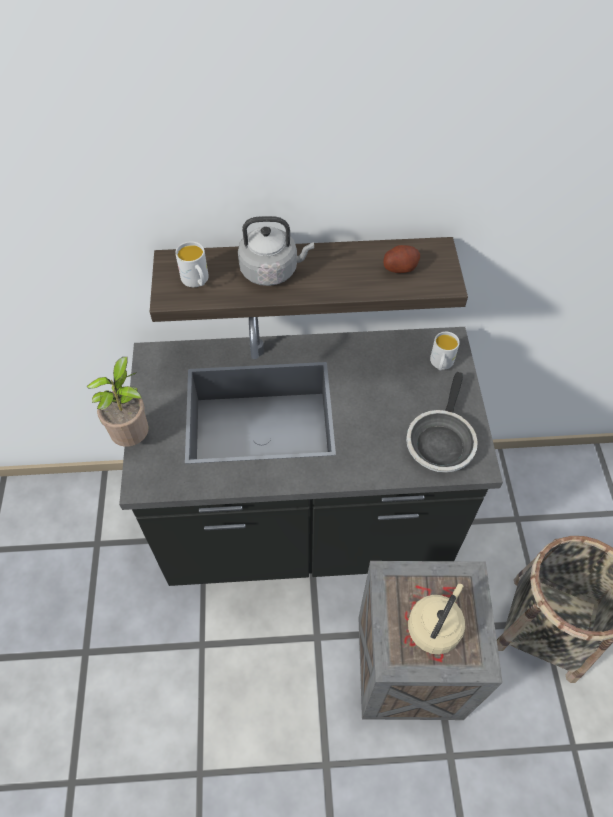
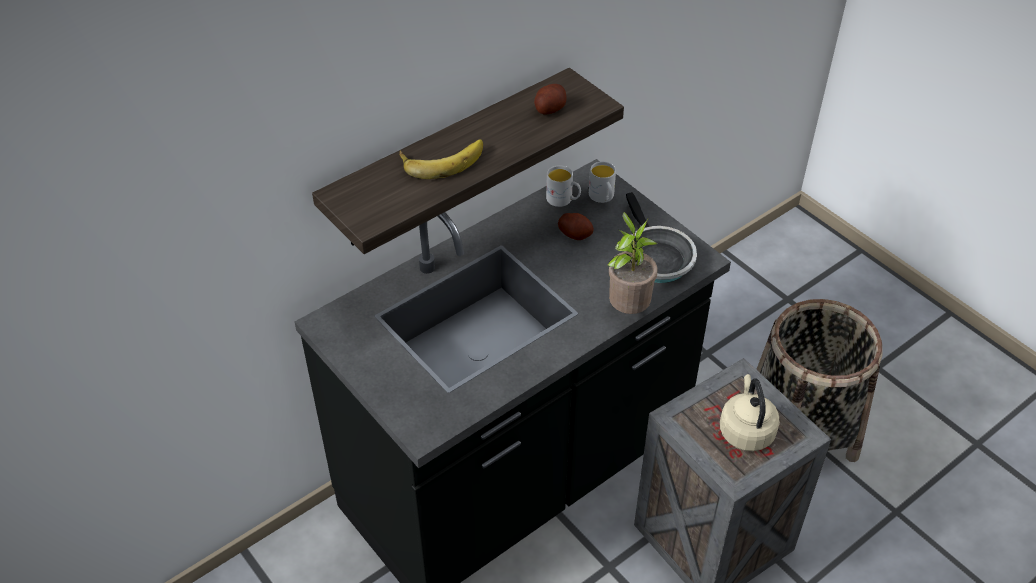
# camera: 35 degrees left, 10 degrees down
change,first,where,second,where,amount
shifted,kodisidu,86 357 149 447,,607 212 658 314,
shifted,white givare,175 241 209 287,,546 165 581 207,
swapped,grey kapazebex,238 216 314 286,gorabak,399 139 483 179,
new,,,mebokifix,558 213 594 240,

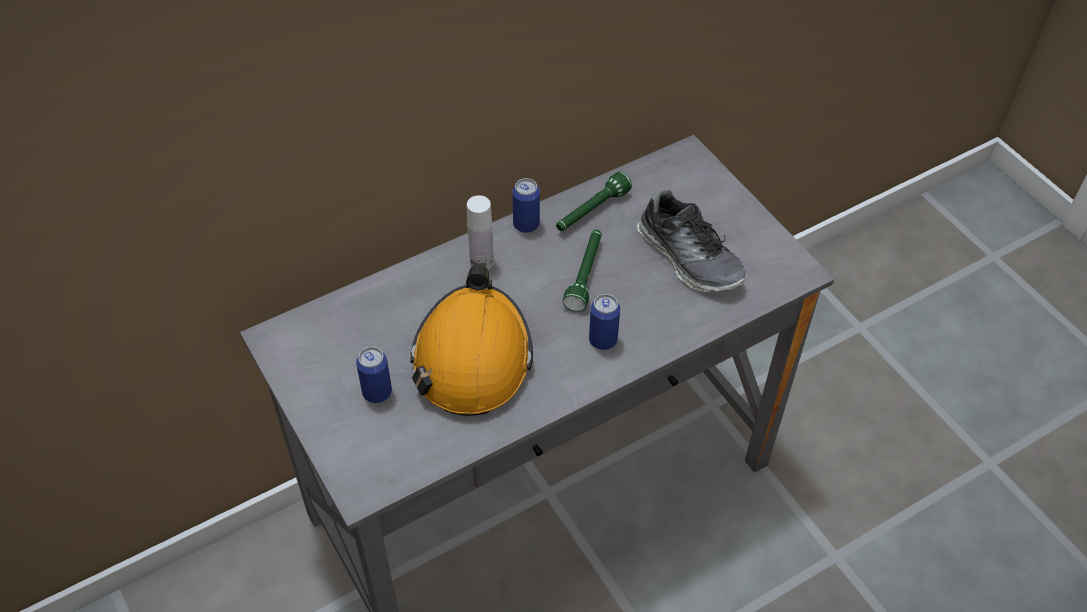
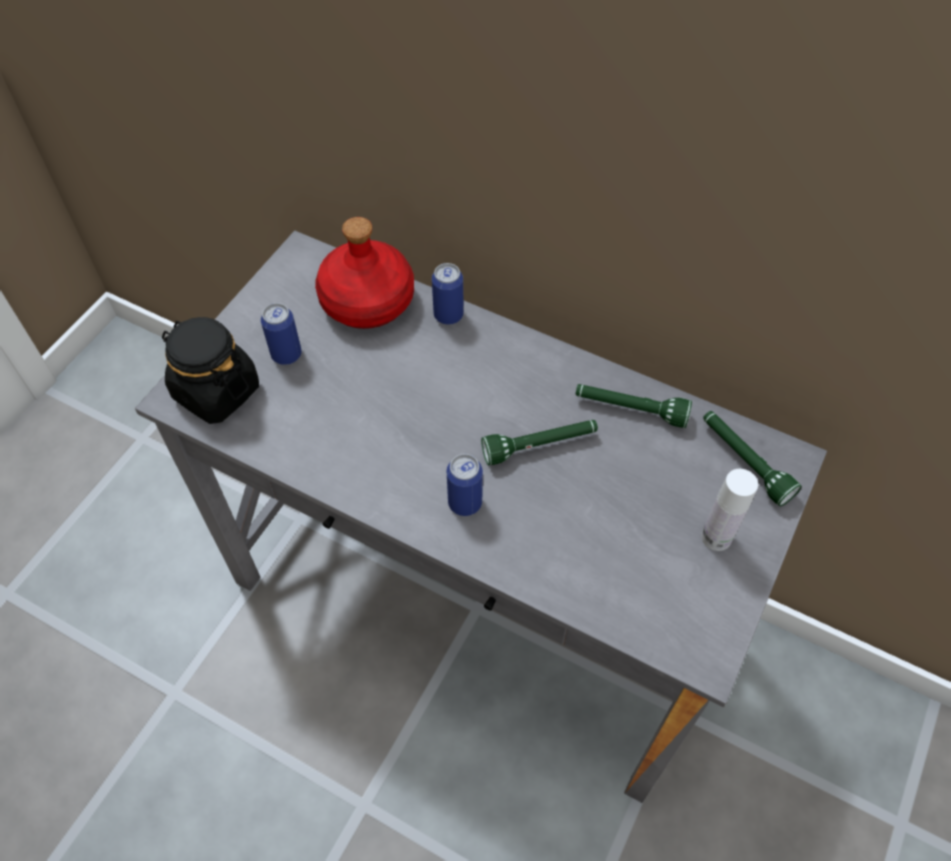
# camera: 60 degrees right, 5 degrees up
change,first,where,second,where,amount
gone,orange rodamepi,410 264 533 416,,,
shifted,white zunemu,467 195 494 270,,701 469 758 551,
shifted,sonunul,512 178 540 233,,432 263 464 325,
gone,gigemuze,637 189 747 292,,,
new,,,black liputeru,162 317 259 424,
new,,,red zunemu,315 217 414 329,
new,,,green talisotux,703 411 802 506,

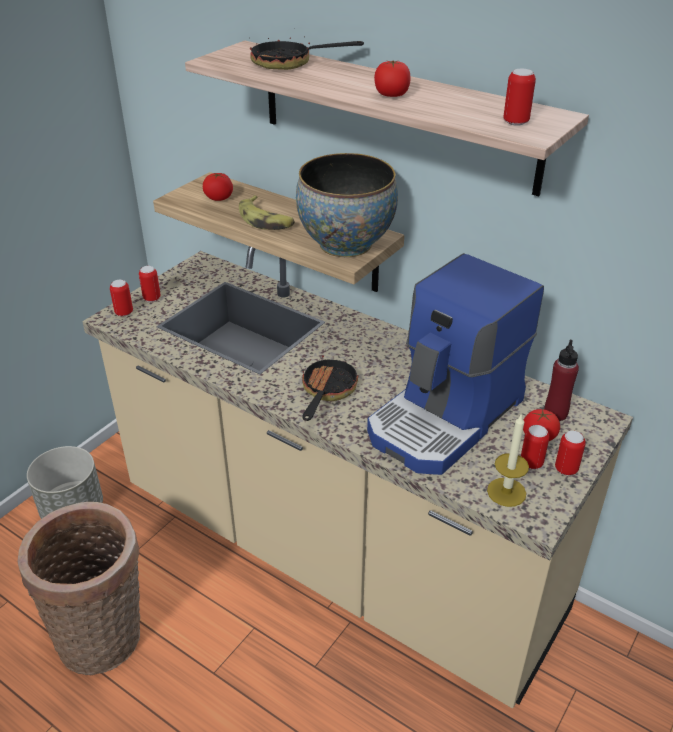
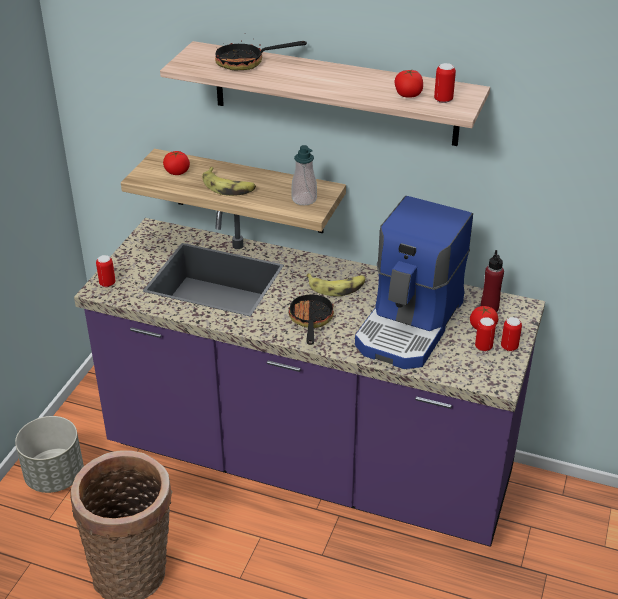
# camera: 15 degrees left, 0 degrees up
change,first,where,second,where,amount
repainted,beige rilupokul,82 246 633 708,purple rilupokul,74 211 545 547,
gone,sonunul,139 266 161 302,,,
swapped,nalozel,296 153 398 257,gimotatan,291 145 317 205,
shifted,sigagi,374 61 411 97,,394 69 423 98,
gone,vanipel,487 413 529 507,,,
new,,,gorabak,307 273 366 296,

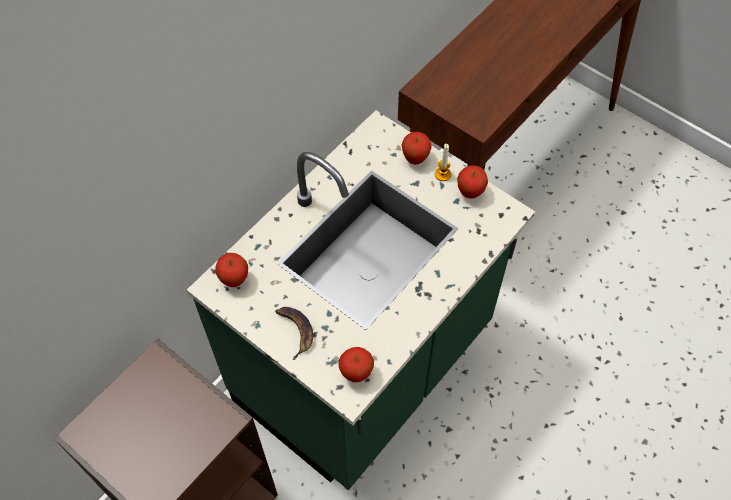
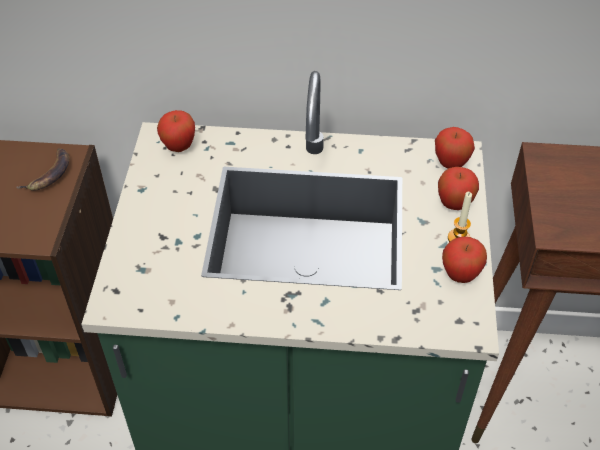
# camera: 55 degrees right, 10 degrees down
change,first,where,second,where,amount
shifted,gorabak,275 307 313 360,,16 148 69 191,
shifted,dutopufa,338 347 374 382,,435 127 475 168,

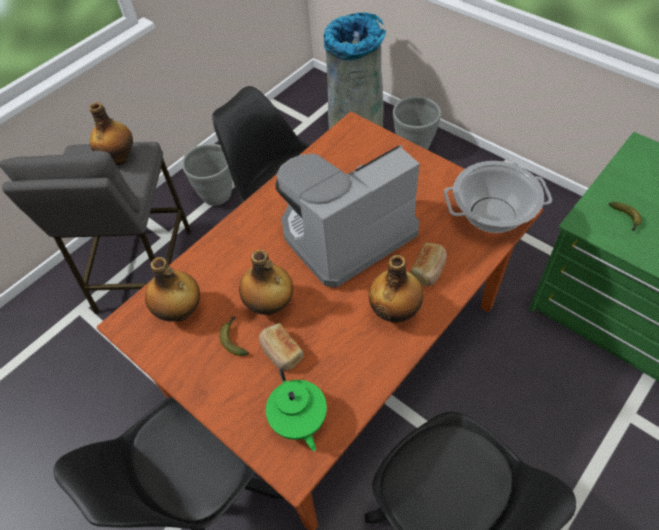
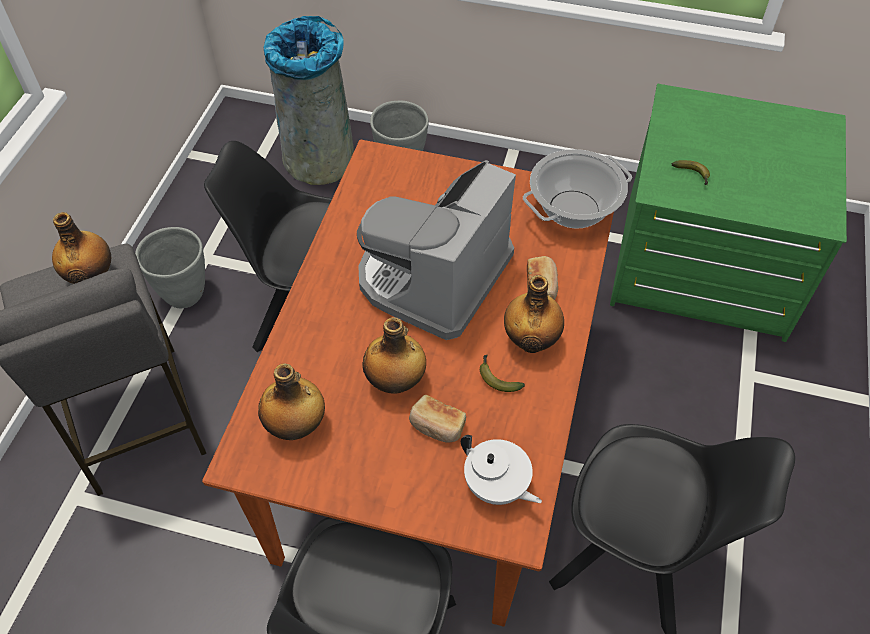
# camera: 30 degrees left, 0 degrees up
change,first,where,second,where,amount
shifted,gorabak,219 317 248 356,,480 355 525 392,
repainted,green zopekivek,266 368 327 451,white zopekivek,461 435 542 505,

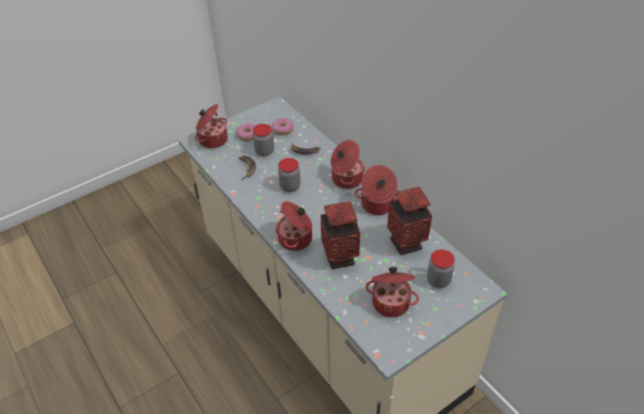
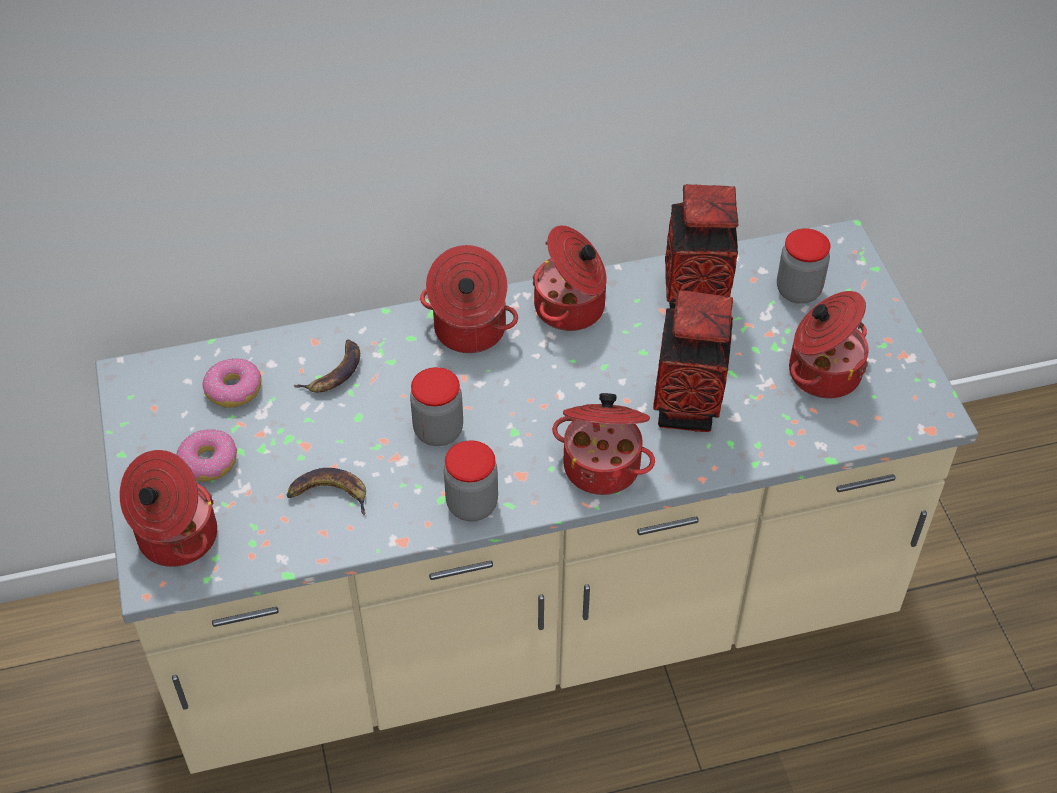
# camera: 70 degrees left, 5 degrees up
change,first,where,second,where,amount
shifted,liputeru,253 124 274 156,,444 440 498 522,

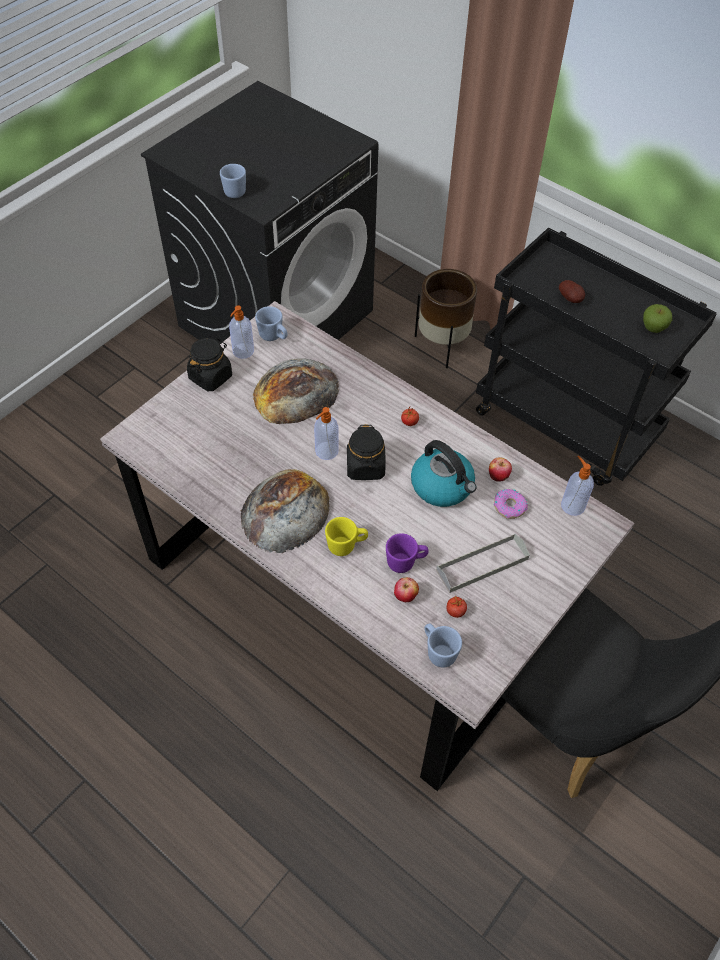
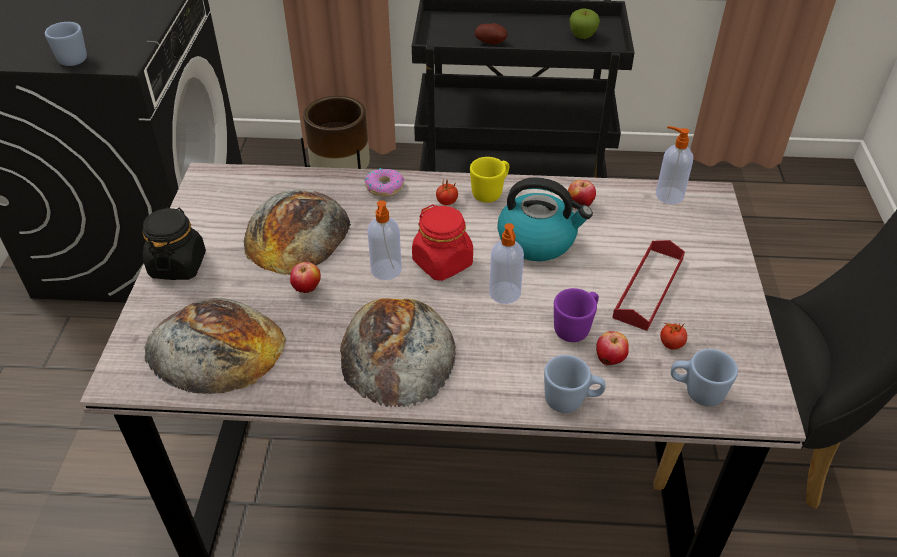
# camera: 35 degrees left, 10 degrees down
change,first,where,second,where,amount
shifted,gimotatan,229 305 254 359,,489 223 524 304,
shifted,blue givare,255 306 287 341,,544 355 606 413,
shifted,yellow givare,325 517 368 556,,470 157 509 203,
repainted,black liputeru,347 424 386 480,red liputeru,412 204 473 281,
repainted,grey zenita,436 534 530 593,red zenita,612 240 685 331,
shifted,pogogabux,494 489 528 519,,365 168 404 197,
new,,,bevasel,144 298 286 394,
new,,,dutopufa,290 262 321 293,

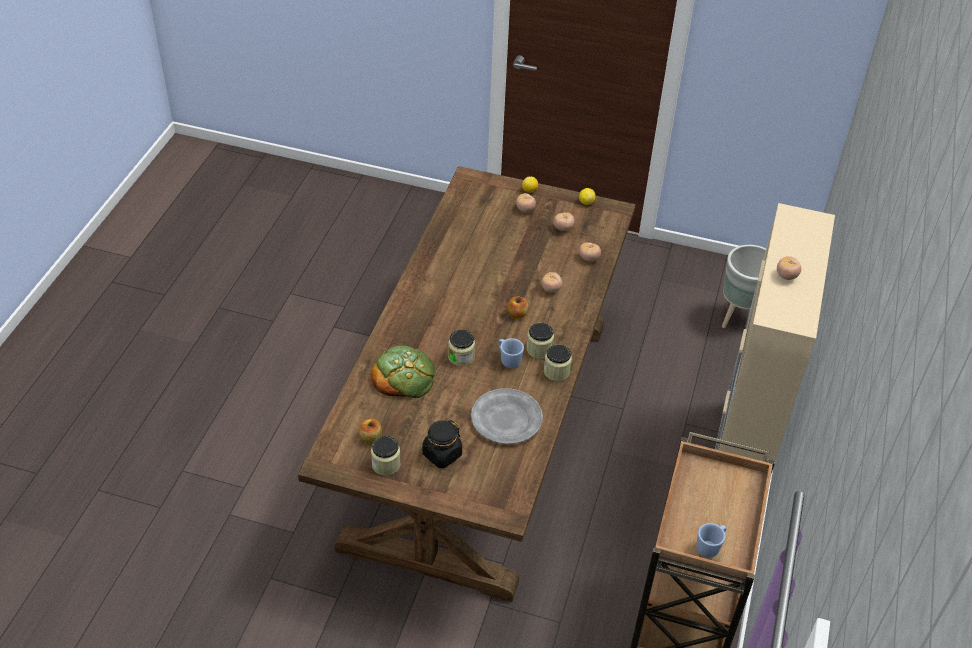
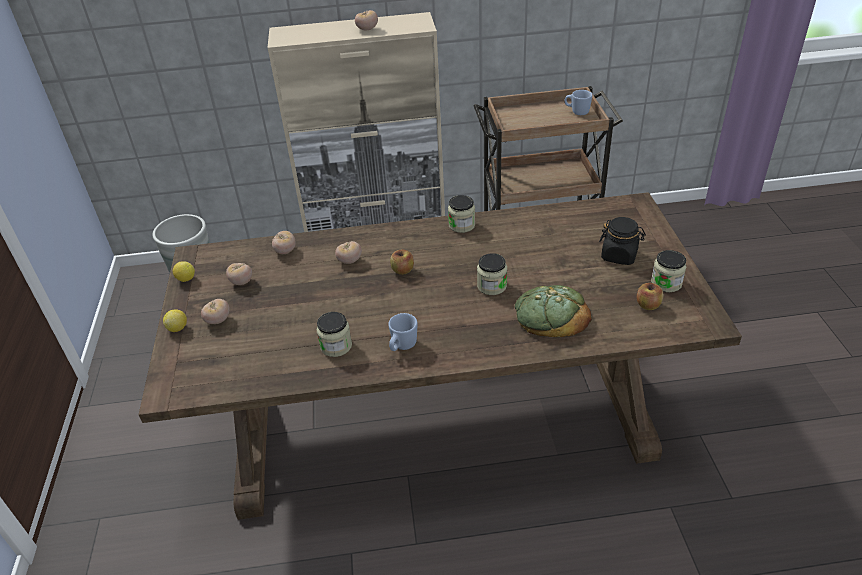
# camera: 110 degrees left, 5 degrees down
change,first,where,second,where,amount
gone,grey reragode,471 388 543 444,,,
shifted,blue givare,498 338 524 368,,388 313 418 351,
shifted,liputeru,527 323 554 359,,316 312 352 357,

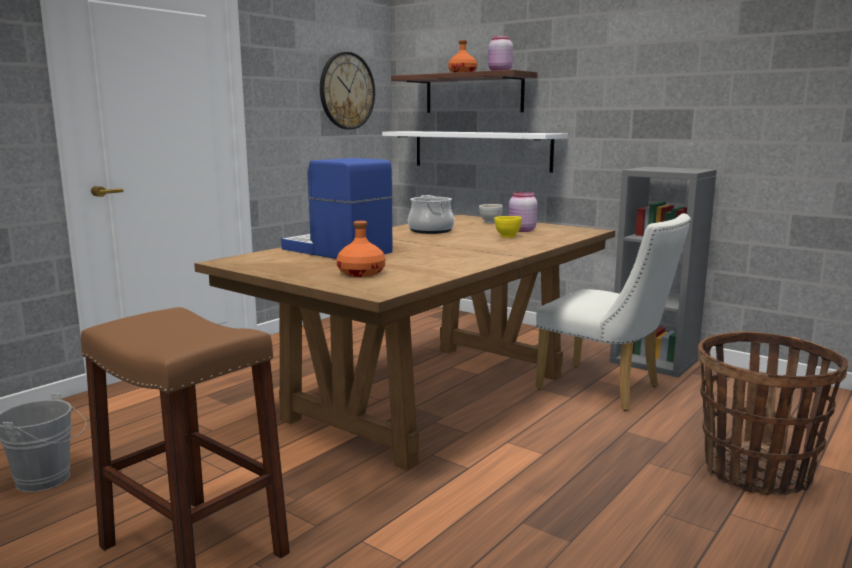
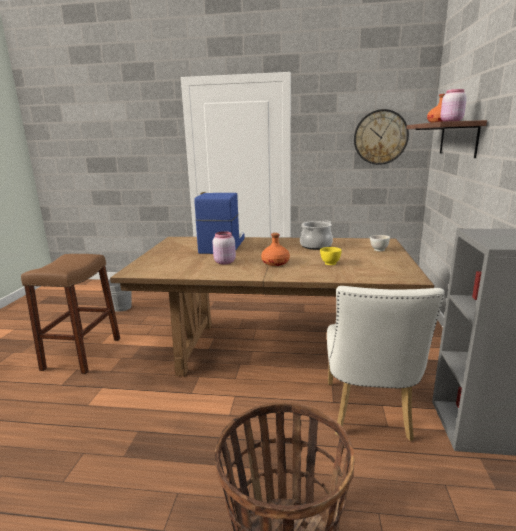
# camera: 60 degrees right, 5 degrees up
change,first,where,second,where,amount
shifted,orange zunemu,337 221 385 277,,261 233 290 266,
gone,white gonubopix,382 131 568 173,,,
shifted,pink liputeru,509 192 537 232,,213 231 236 264,

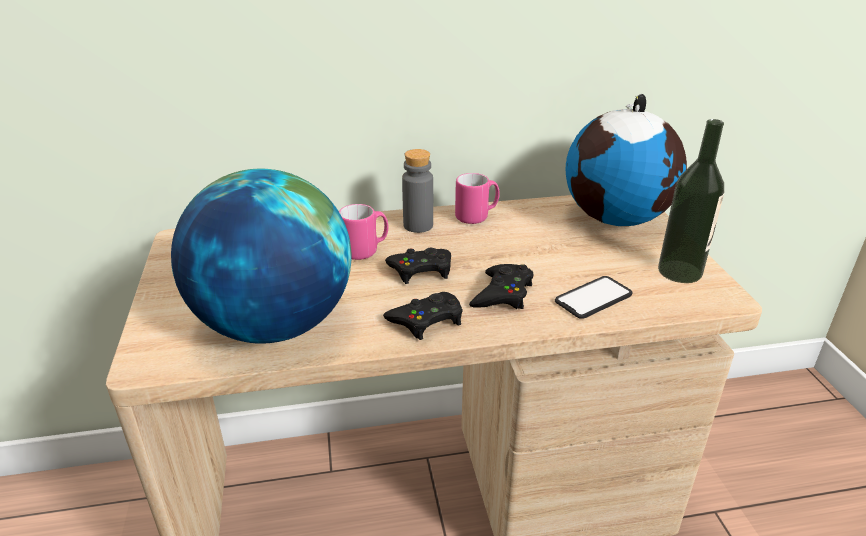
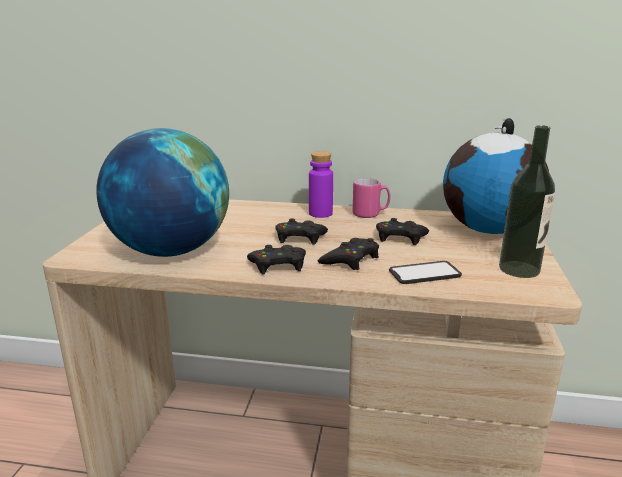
# camera: 20 degrees right, 10 degrees down
change,first,where,second,where,amount
gone,pink givare,339 204 389 260,,,
repainted,grey zunemu,402 149 433 233,purple zunemu,309 151 333 218,
new,,,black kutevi,376 218 429 245,

